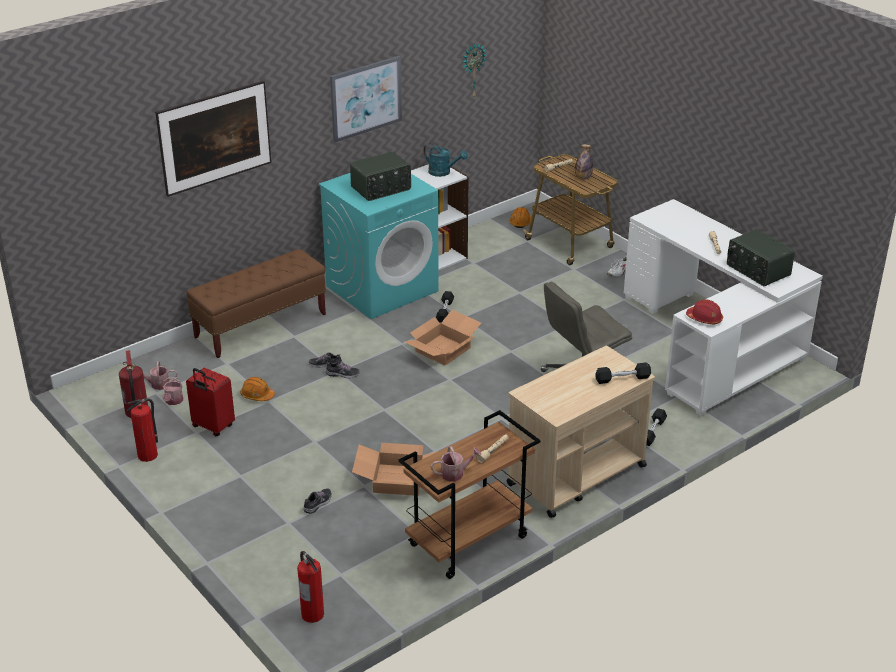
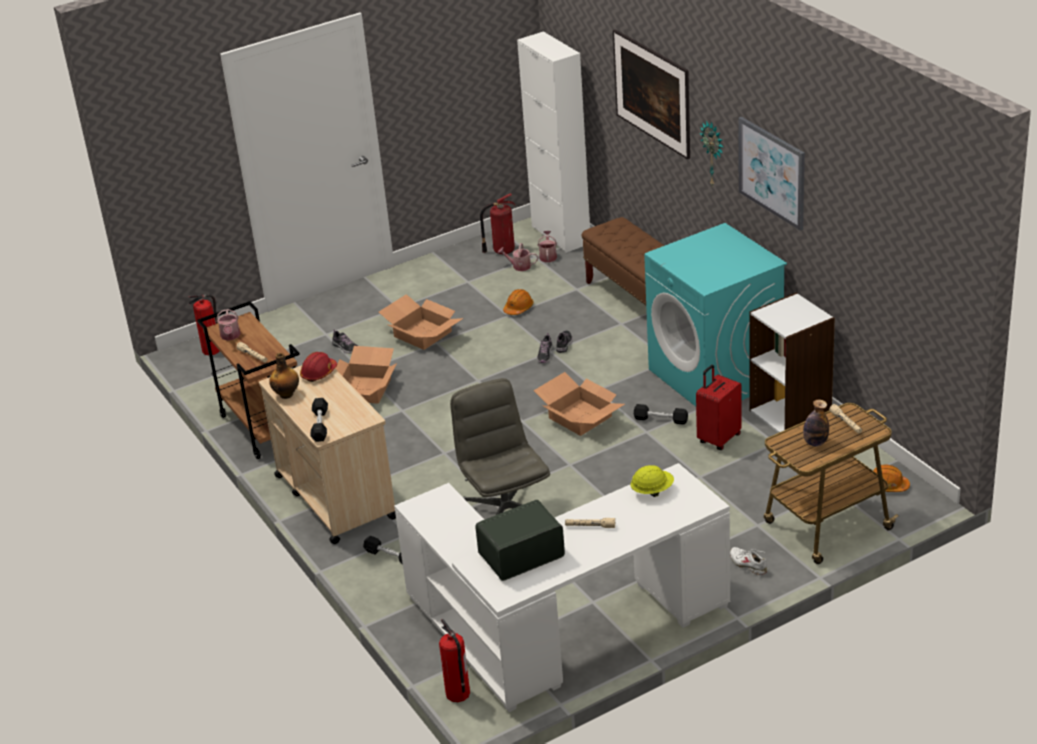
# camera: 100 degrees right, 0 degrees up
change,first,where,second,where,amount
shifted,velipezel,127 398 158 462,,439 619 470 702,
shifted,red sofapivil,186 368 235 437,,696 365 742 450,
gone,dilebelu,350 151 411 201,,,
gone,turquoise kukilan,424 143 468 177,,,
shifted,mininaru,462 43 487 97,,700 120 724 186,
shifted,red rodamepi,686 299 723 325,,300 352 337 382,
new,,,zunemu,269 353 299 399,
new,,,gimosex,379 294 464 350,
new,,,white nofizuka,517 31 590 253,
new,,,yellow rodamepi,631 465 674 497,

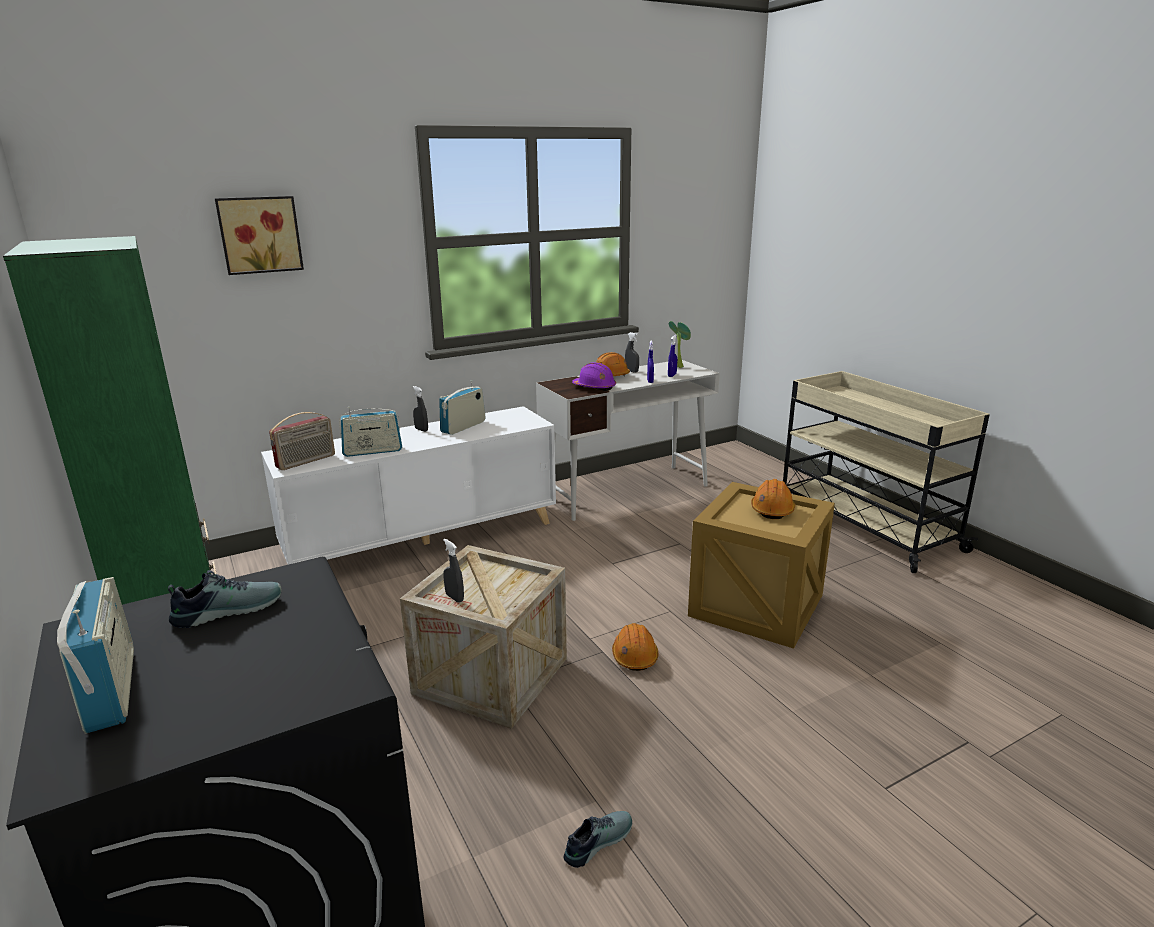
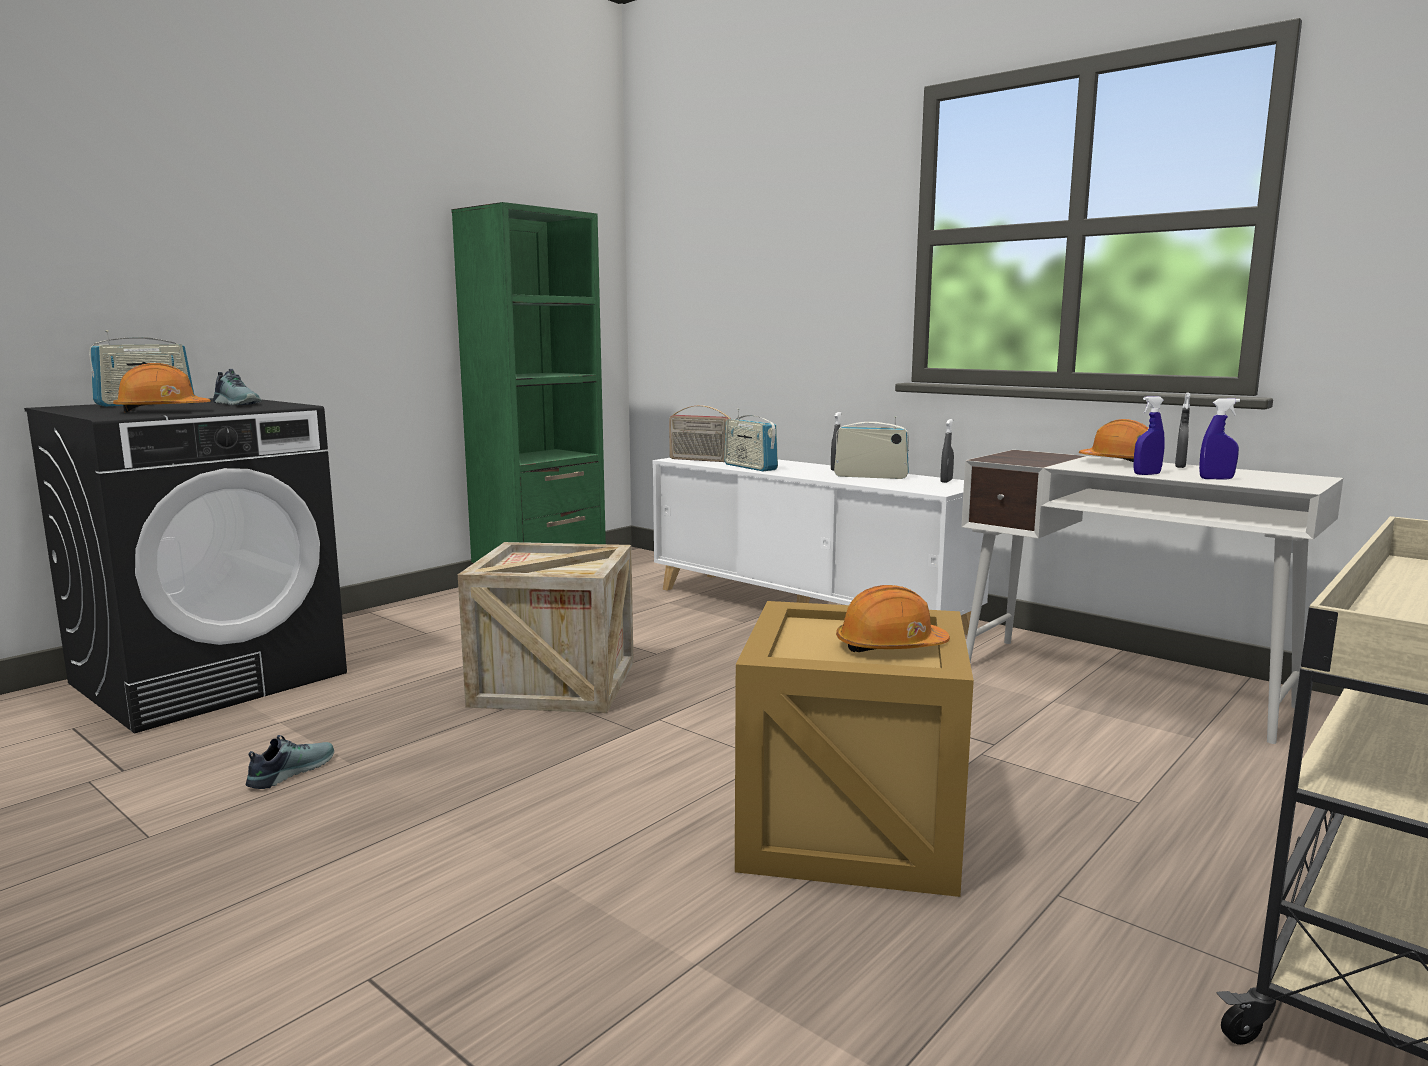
# camera: 70 degrees right, 10 degrees down
change,first,where,second,where,amount
gone,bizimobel,215 196 304 275,,,
shifted,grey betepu,443 539 464 603,,941 419 954 483,
rotated,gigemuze,564 811 632 868,,246 735 334 789,90 degrees counterclockwise
gone,purple rodamepi,572 362 616 391,,,
shifted,orange rodamepi,612 623 658 671,,113 363 211 412,
gone,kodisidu,669 321 691 368,,,

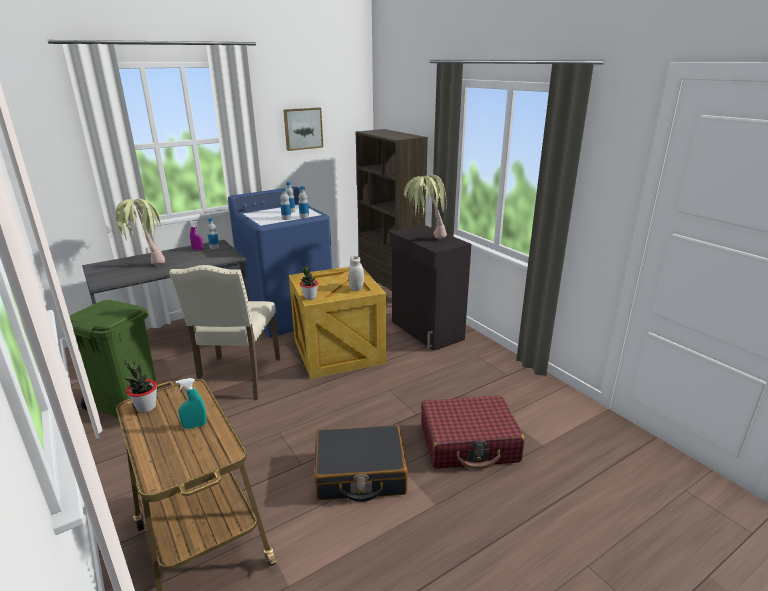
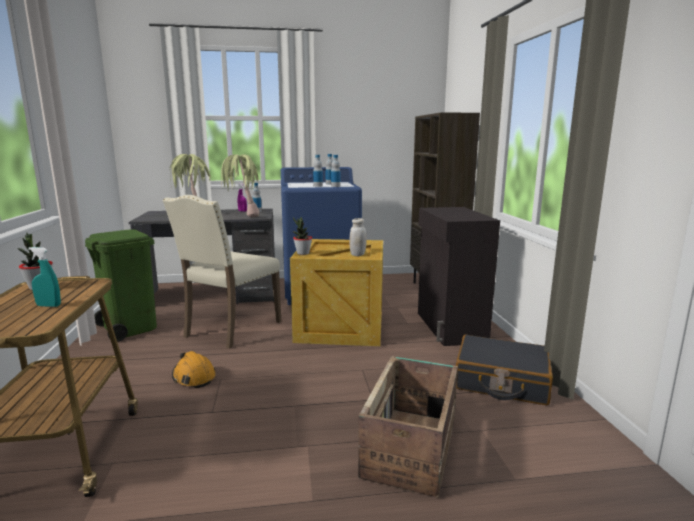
# camera: 25 degrees right, 10 degrees down
change,first,where,second,where,amount
gone,bizimobel,283 108 323 151,,,
shifted,black sofapivil,315 425 408 502,,456 335 553 405,
shifted,kodisidu,404 175 447 239,,221 154 262 217,
swapped,red sofapivil,421 395 525 470,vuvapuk,358 356 458 498,
new,,,orange rodamepi,172 351 216 388,

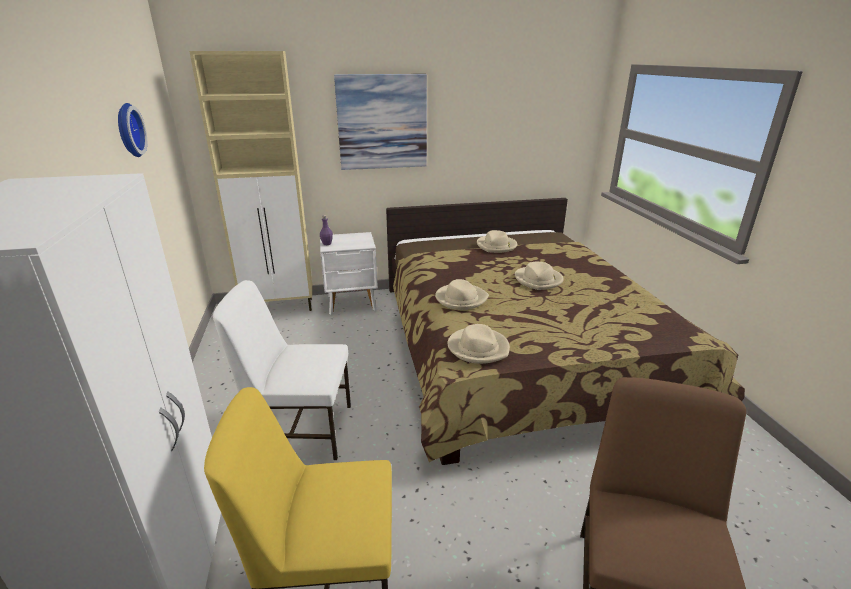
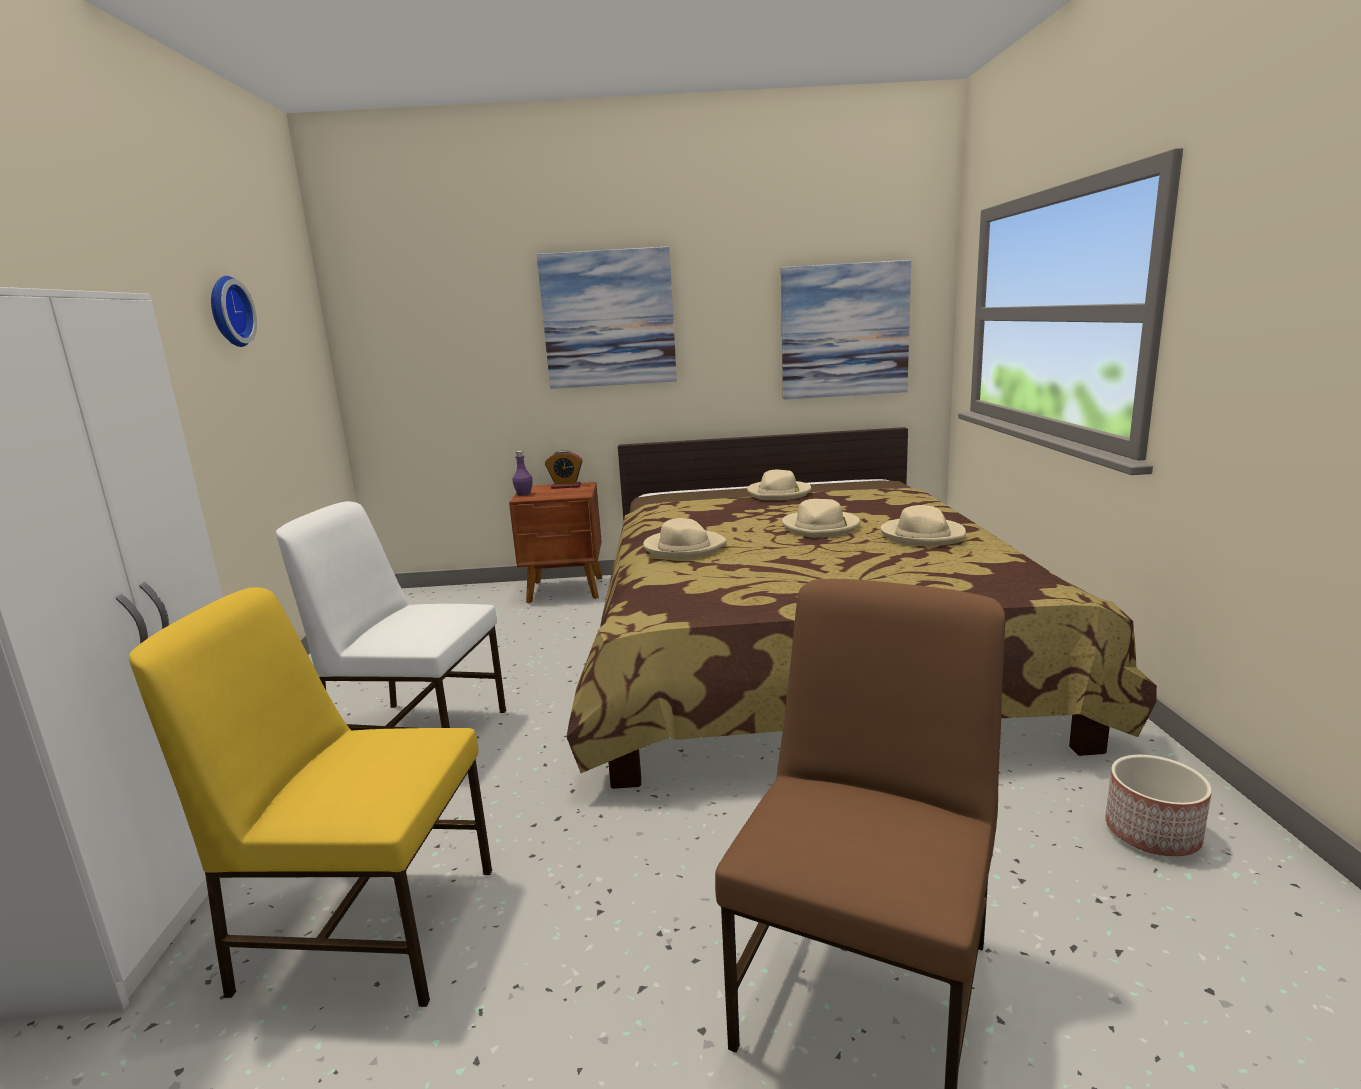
# camera: 10 degrees right, 10 degrees down
change,first,where,second,where,amount
gone,beige nofizuka,189 51 312 311,,,
repainted,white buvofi,320 232 378 315,brown buvofi,509 482 602 603,
shifted,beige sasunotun,448 324 510 364,,881 505 966 546,
new,,,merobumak,545 450 583 489,
new,,,bizimobel,781 260 911 399,
new,,,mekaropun,1106 755 1212 856,

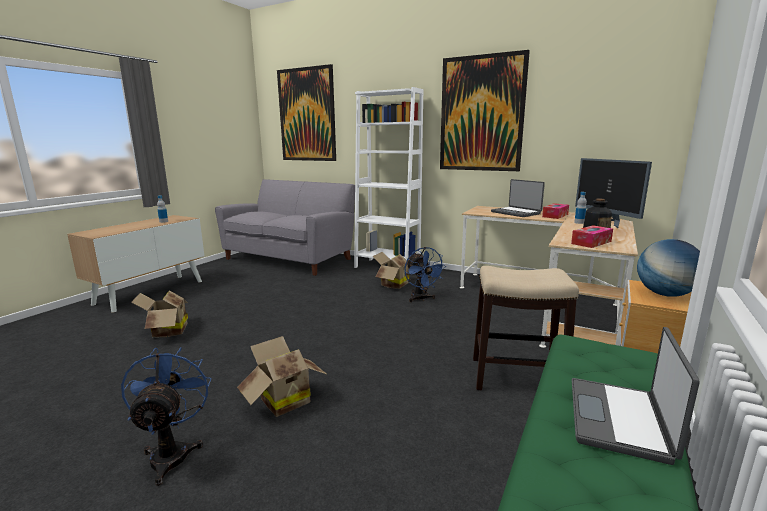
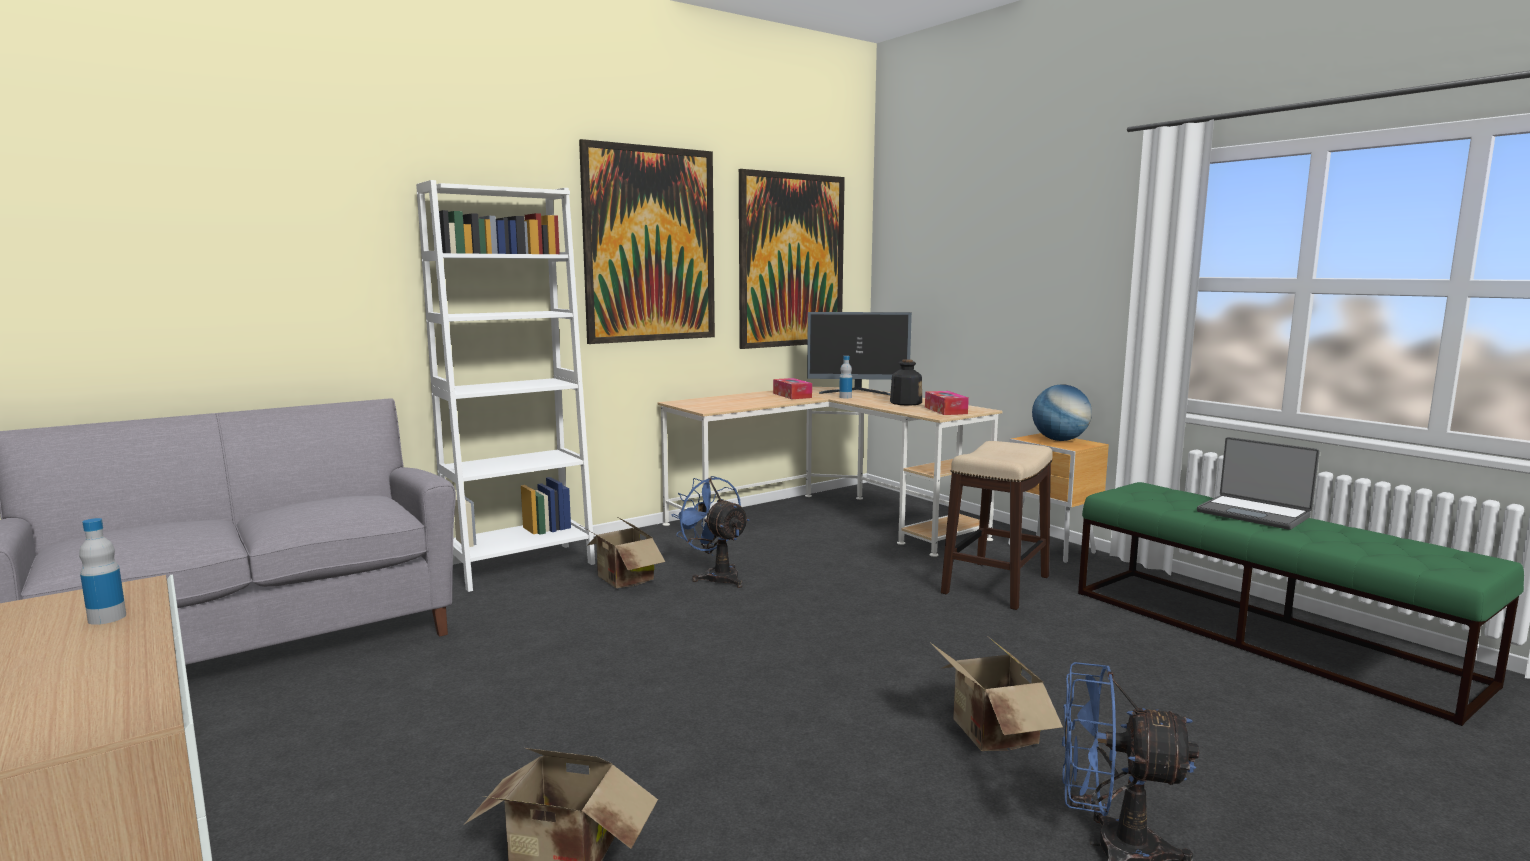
# camera: 65 degrees left, 5 degrees down
change,first,where,second,where,amount
shifted,bizimobel,277 64 336 161,,739 169 845 349,
rotated,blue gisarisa,404 247 445 302,,671 476 750 588,135 degrees counterclockwise
gone,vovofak,491 179 545 217,,,

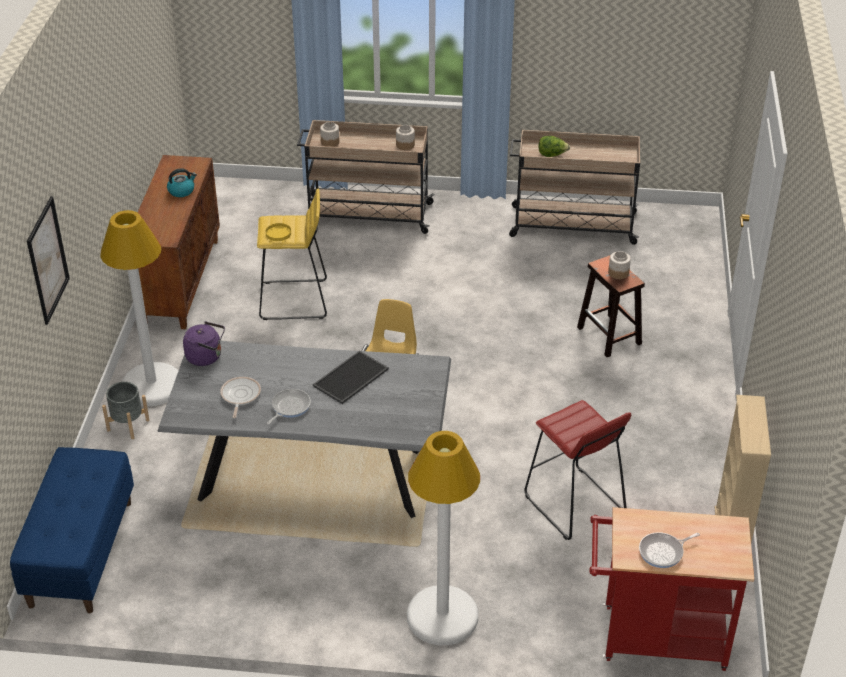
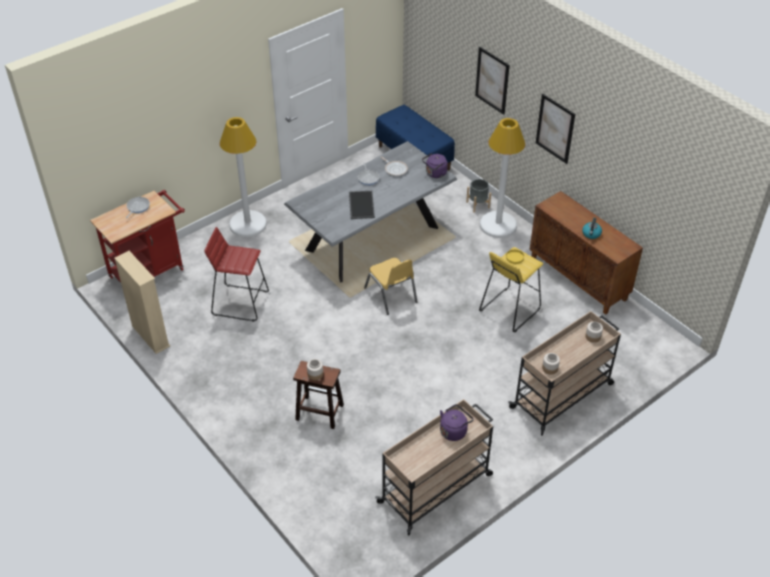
# camera: 135 degrees right, 5 degrees up
change,first,where,second,where,amount
swapped,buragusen,538 136 570 157,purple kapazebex,440 404 473 441,
new,,,bizimobel,536 94 575 164,

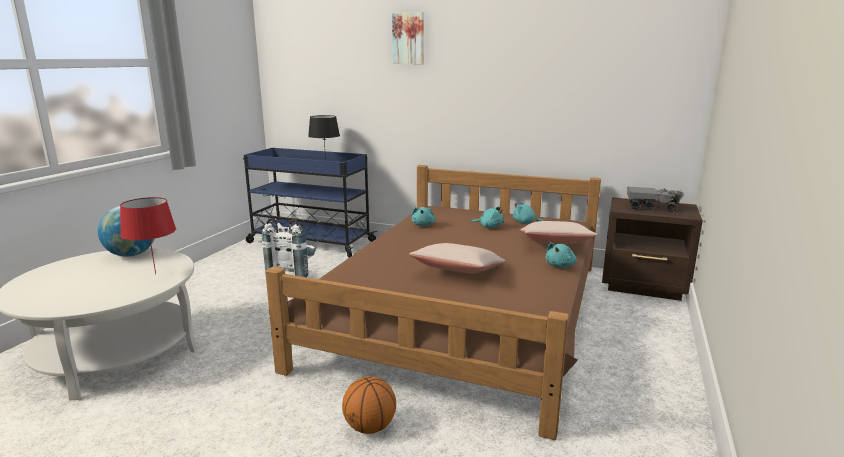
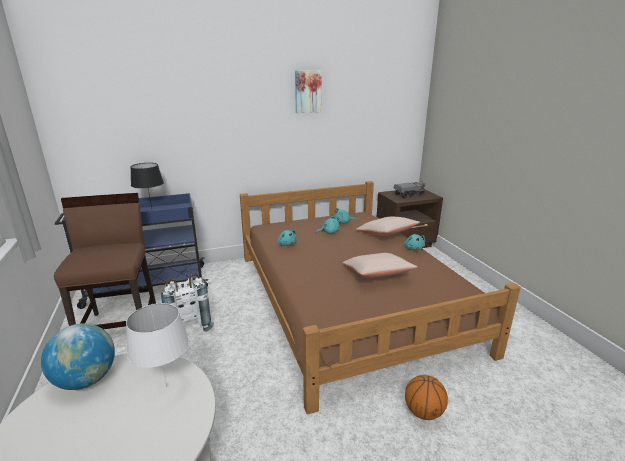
# camera: 40 degrees left, 5 degrees up
change,first,where,second,where,amount
repainted,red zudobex,120 197 176 274,white zudobex,126 303 189 387,
shifted,bizimobel,392 12 424 64,,295 70 322 113,
new,,,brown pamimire,54 193 156 329,

